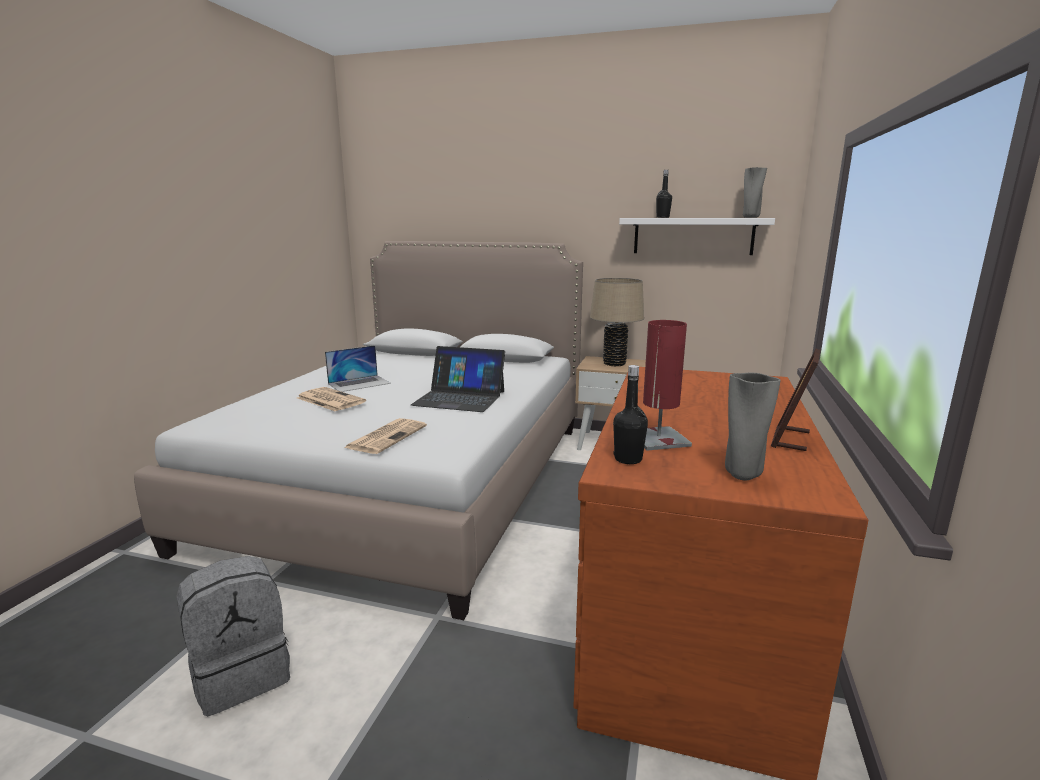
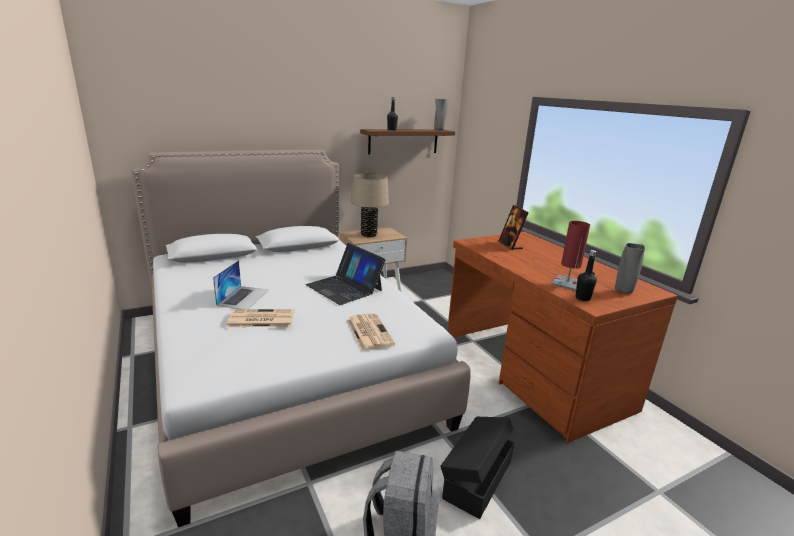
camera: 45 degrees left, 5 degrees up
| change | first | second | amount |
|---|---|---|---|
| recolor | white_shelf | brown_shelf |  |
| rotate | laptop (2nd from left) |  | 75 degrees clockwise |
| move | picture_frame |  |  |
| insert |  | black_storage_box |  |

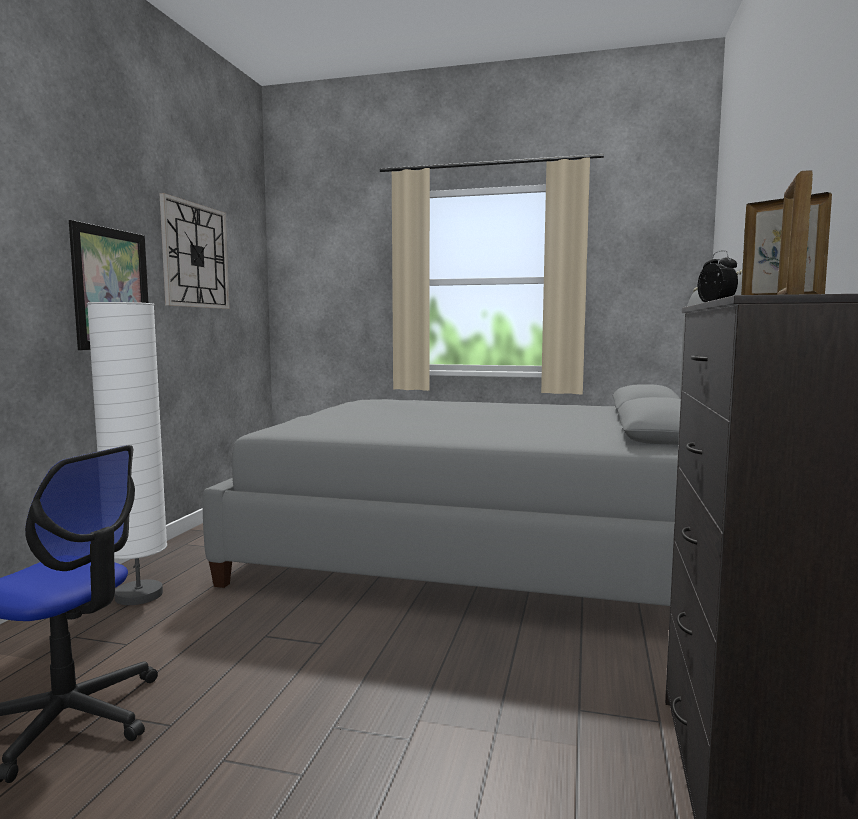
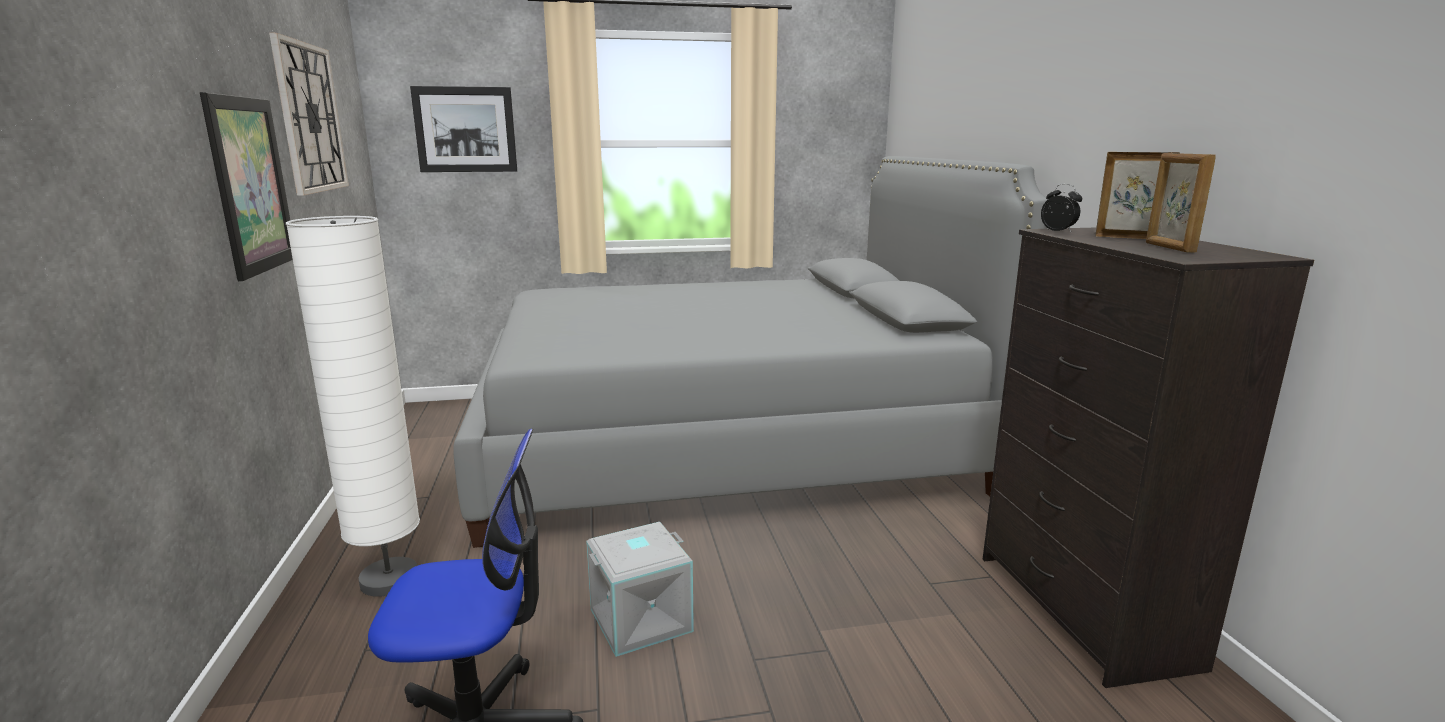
camera: 25 degrees left, 10 degrees up
| change | first | second | amount |
|---|---|---|---|
| insert |  | picture (2nd from left) |  |
| insert |  | grey_storage_box |  |

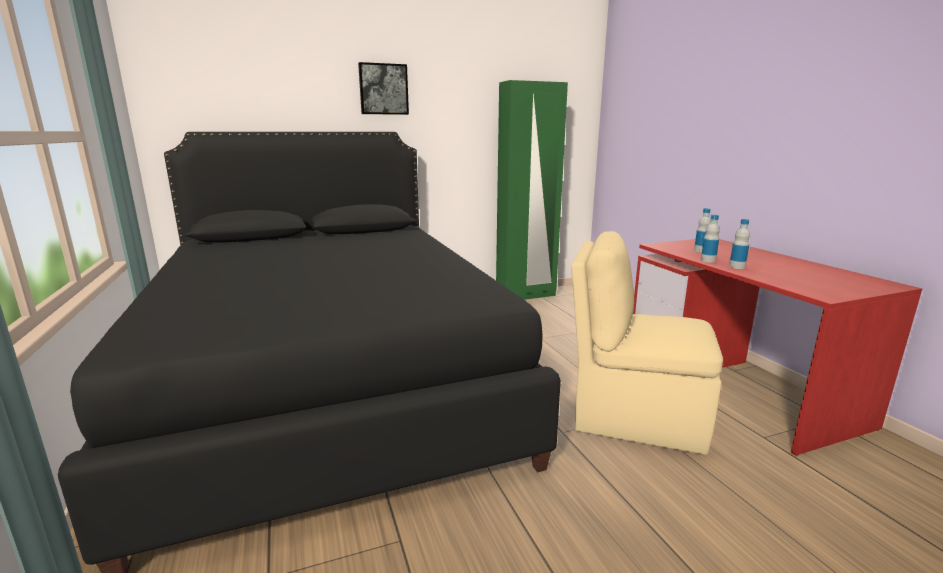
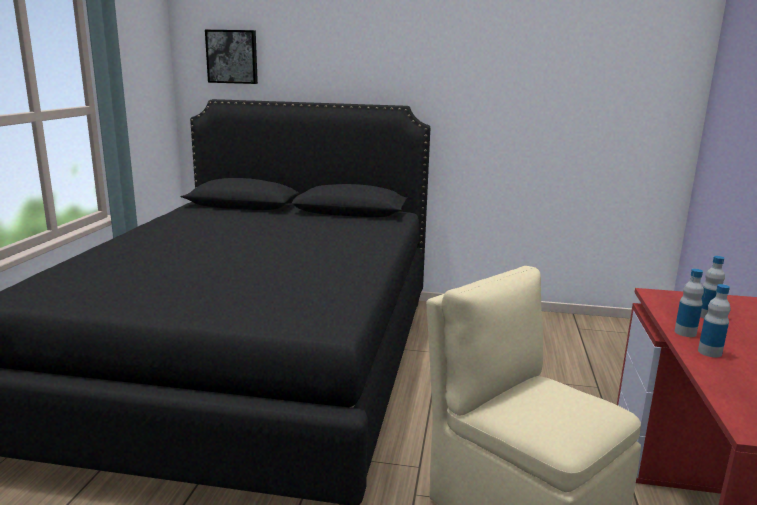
camera: 30 degrees right, 0 degrees up
| change | first | second | amount |
|---|---|---|---|
| move | picture |  |  |
| delete | green_wardrobe |  |  |

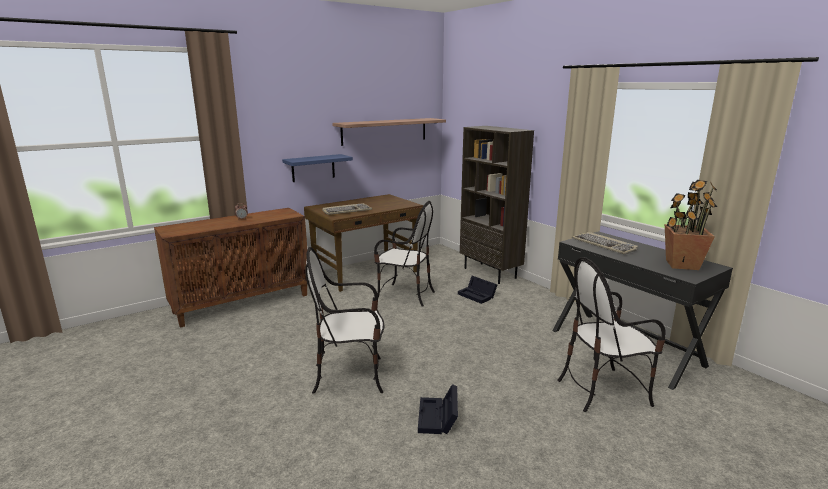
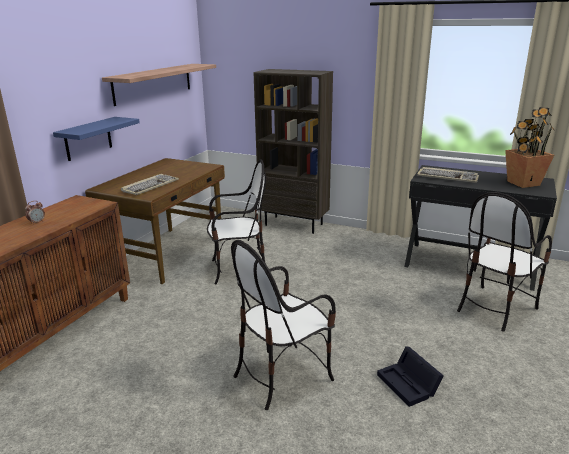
camera: 30 degrees left, 5 degrees up
| change | first | second | amount |
|---|---|---|---|
| delete | black_storage_box (2nd from left) |  |  |

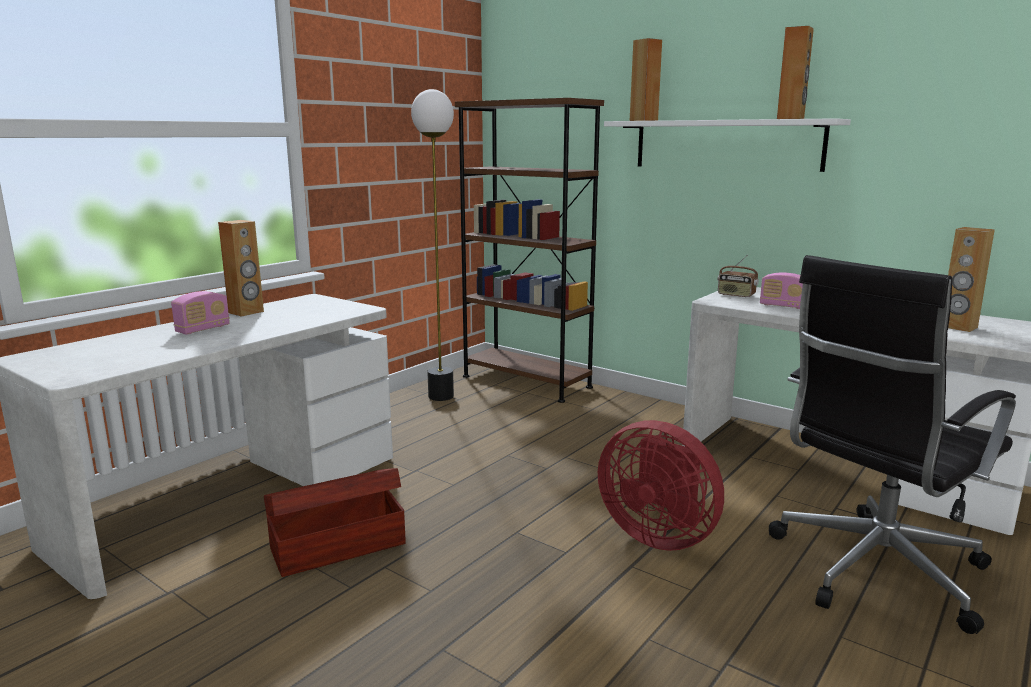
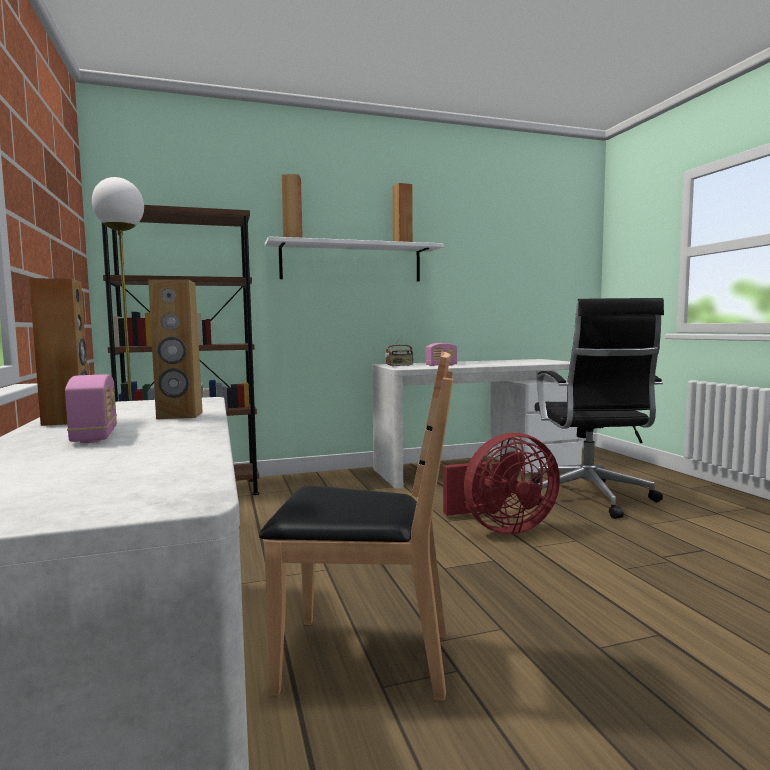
camera: 55 degrees left, 10 degrees down
| change | first | second | amount |
|---|---|---|---|
| move | brown_speaker (4th from left in the first image) | brown_speaker (2nd from left) |  |
| replace | brown_storage_box | brown_chair |  |

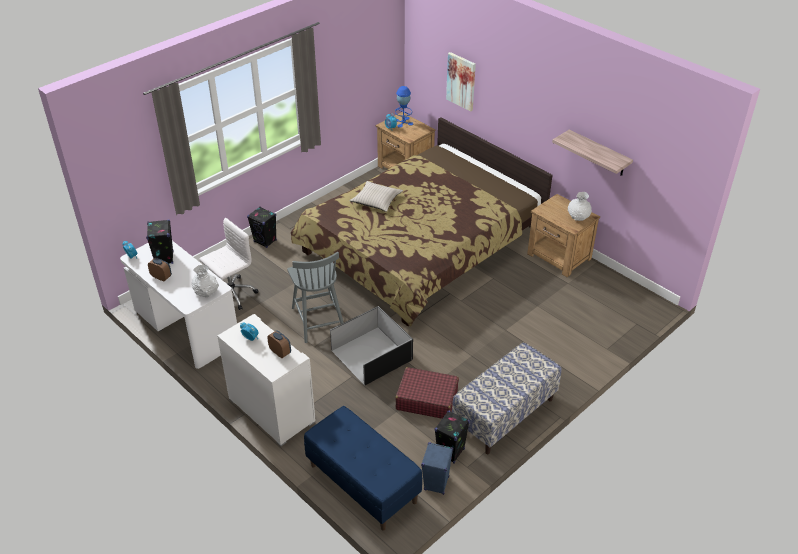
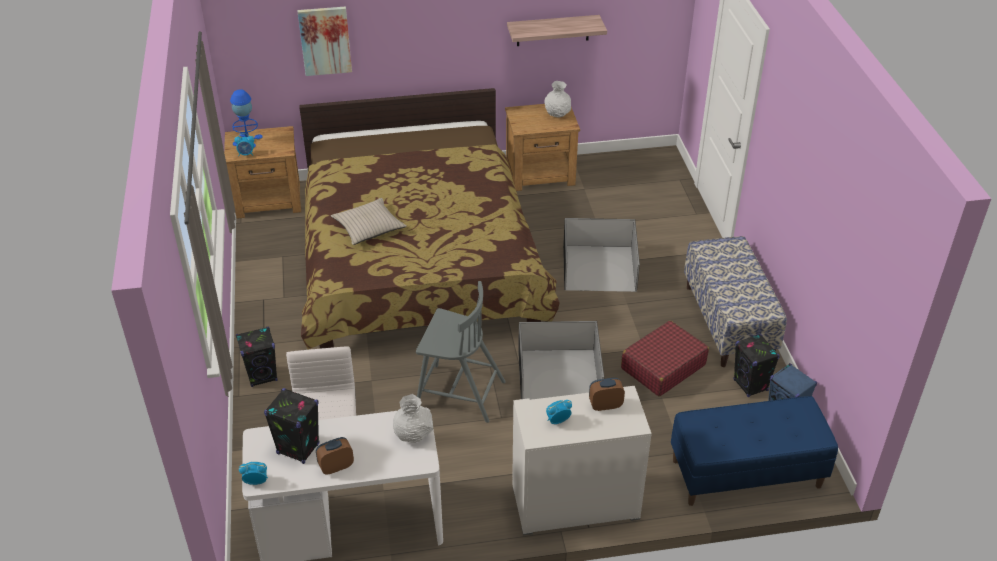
camera: 55 degrees left, 0 degrees up
| change | first | second | amount |
|---|---|---|---|
| insert |  | black_storage_box (2nd from left) |  |

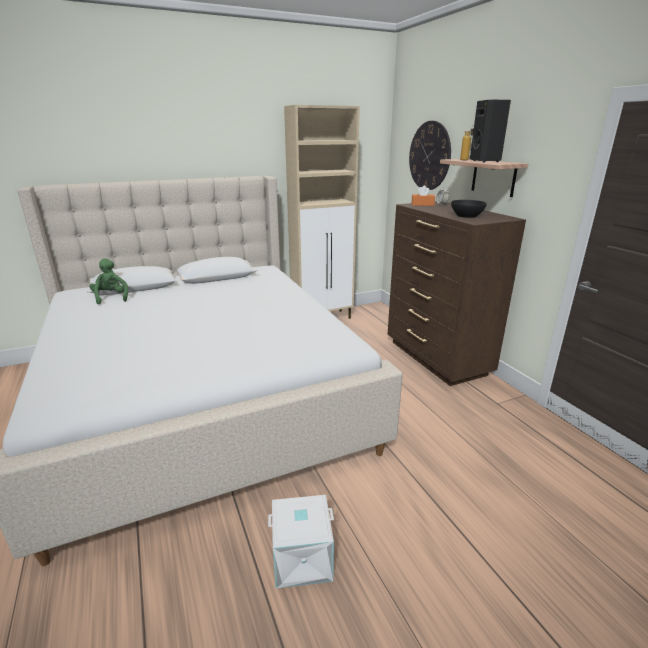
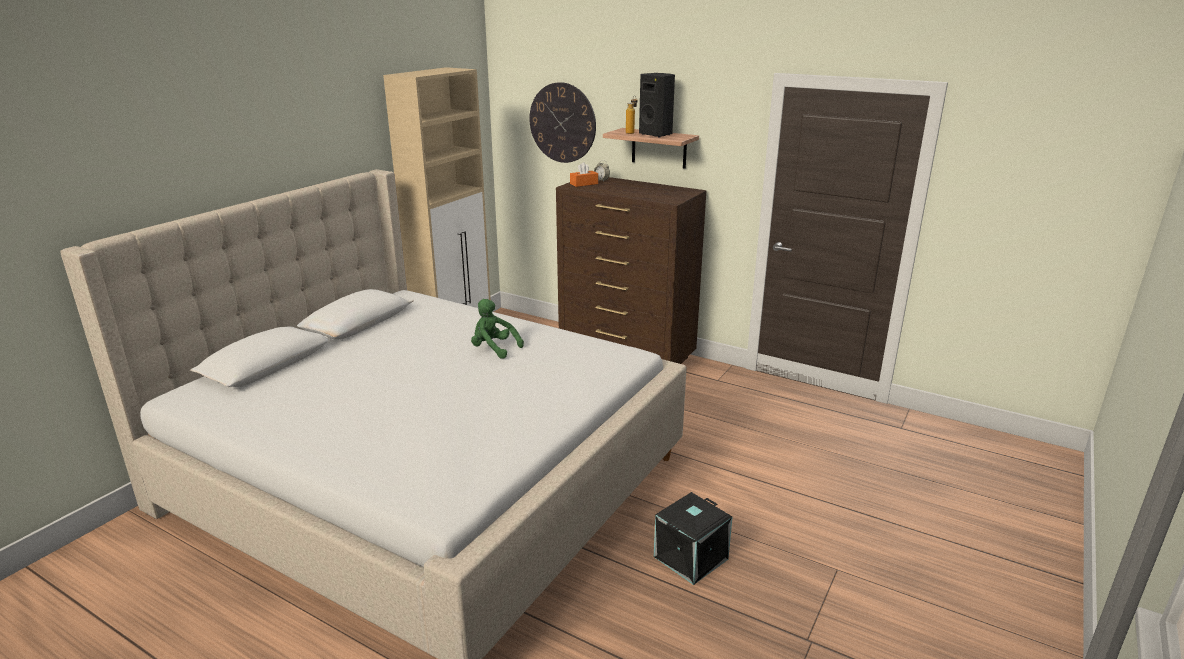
camera: 35 degrees left, 0 degrees up
| change | first | second | amount |
|---|---|---|---|
| delete | black_bowl |  |  |
| move | green_plush_toy |  |  |
| recolor | white_storage_box | black_storage_box |  |

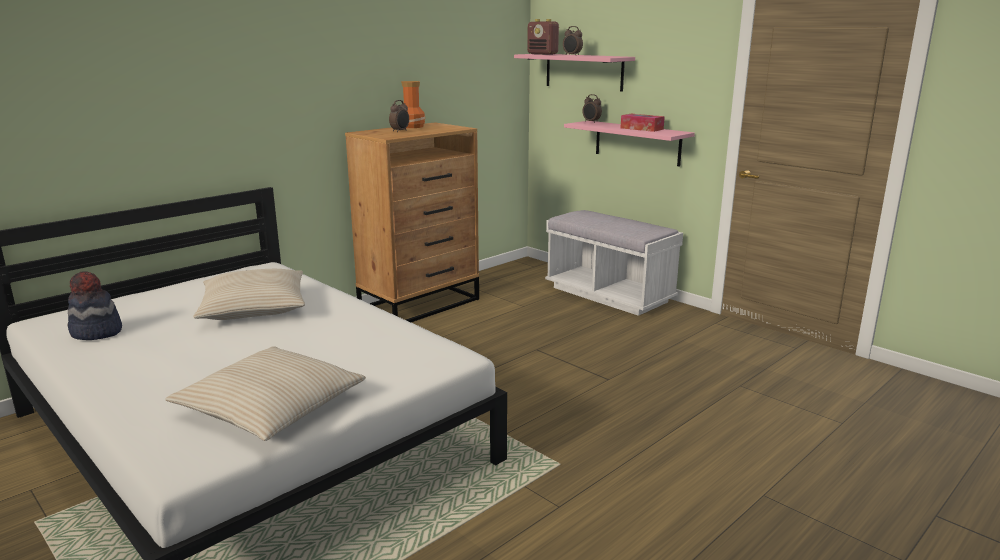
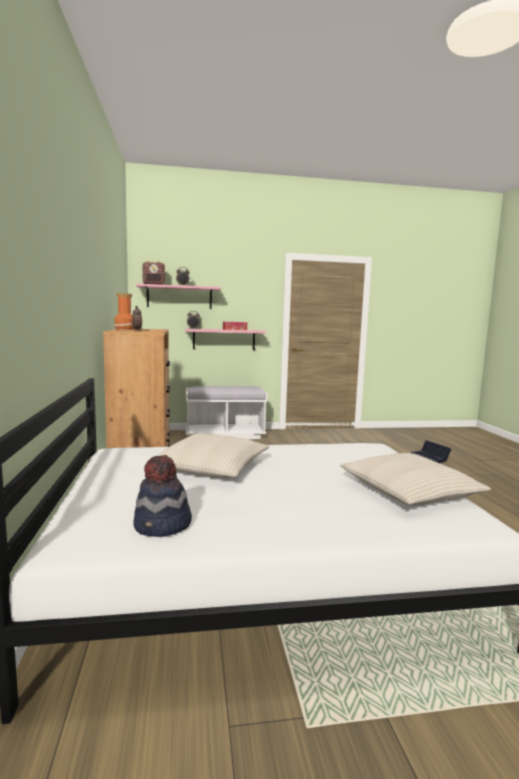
camera: 55 degrees left, 10 degrees down
| change | first | second | amount |
|---|---|---|---|
| insert |  | black_storage_box |  |

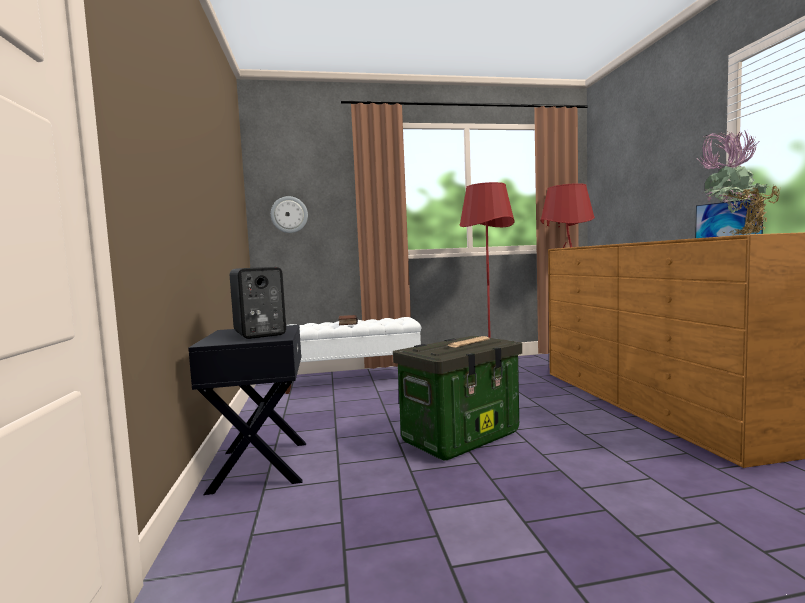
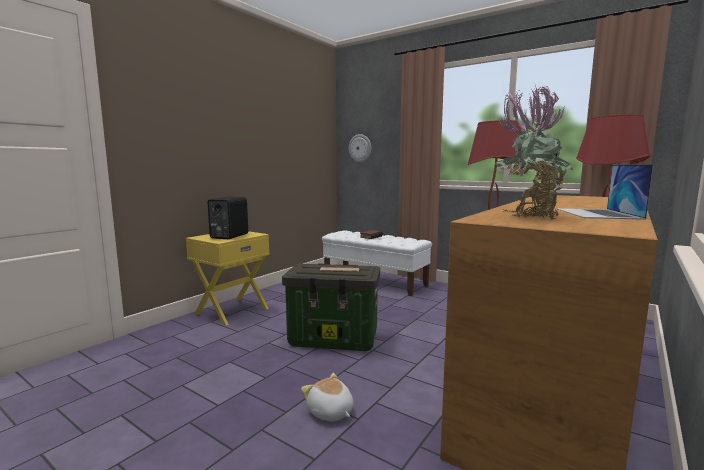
camera: 45 degrees right, 5 degrees up
| change | first | second | amount |
|---|---|---|---|
| recolor | black_nightstand | yellow_nightstand |  |
| insert |  | plush_toy |  |

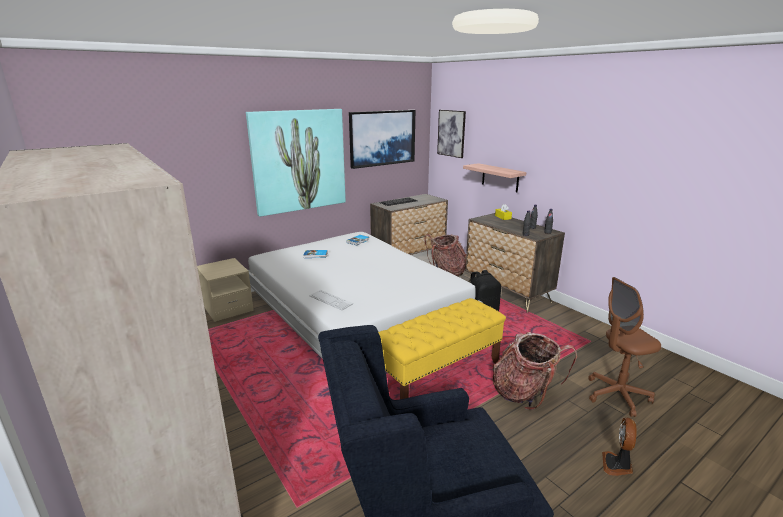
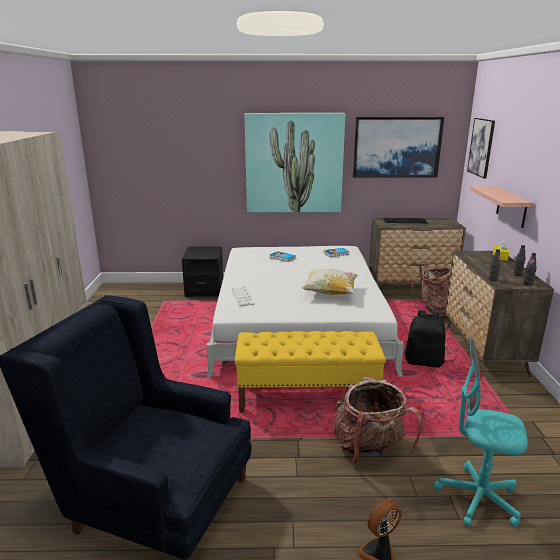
camera: 35 degrees right, 0 degrees up
| change | first | second | amount |
|---|---|---|---|
| recolor | beige_nightstand | black_nightstand |  |
| recolor | brown_office_chair | turquoise_office_chair |  |
| insert |  | pillow |  |

